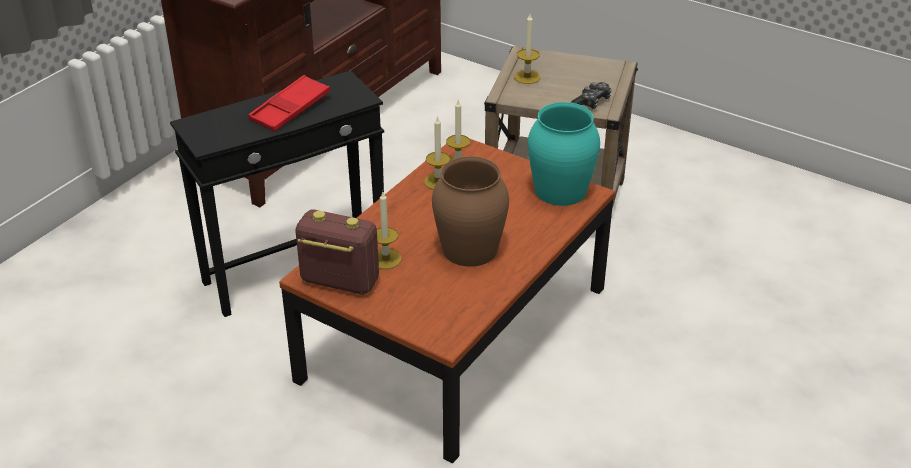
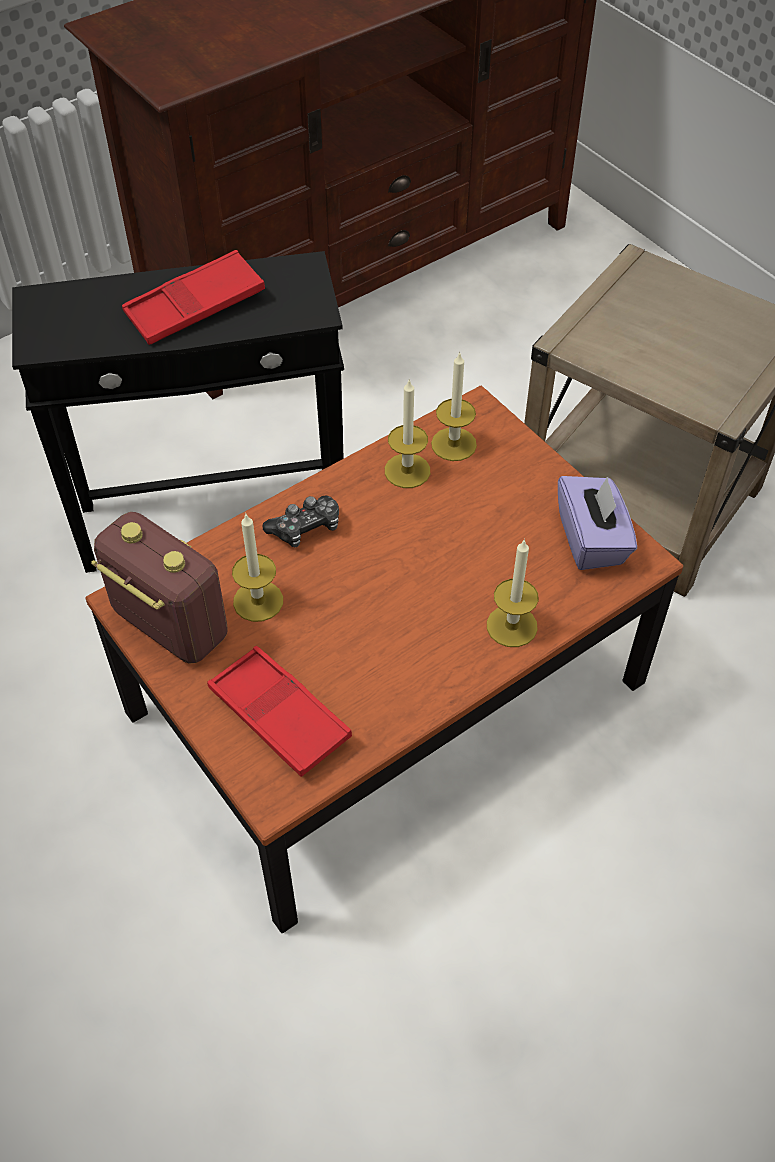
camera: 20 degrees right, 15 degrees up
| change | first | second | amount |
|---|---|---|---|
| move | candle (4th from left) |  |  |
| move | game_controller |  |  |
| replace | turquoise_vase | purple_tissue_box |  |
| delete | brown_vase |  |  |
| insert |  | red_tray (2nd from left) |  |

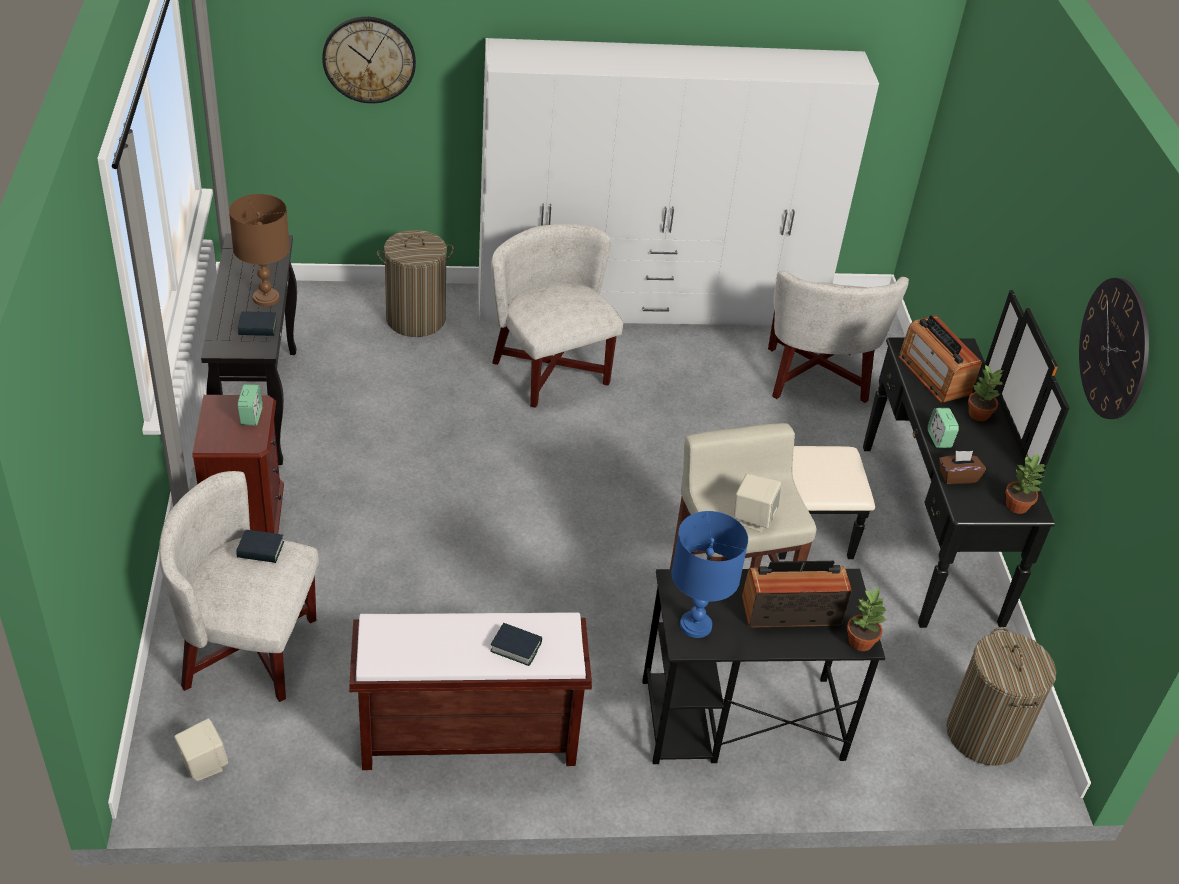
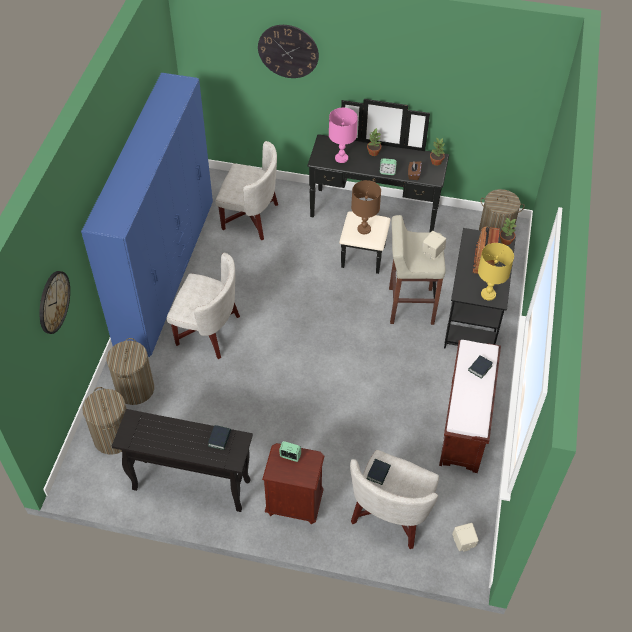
camera: 70 degrees left, 10 degrees up
| change | first | second | amount |
|---|---|---|---|
| recolor | white_wardrobe | blue_wardrobe |  |
| move | brown_table_lamp |  |  |
| rotate | white_armchair (2nd from left in the first image) | white_armchair (1st from left) | 150 degrees counterclockwise |
| move | wall_clock (2nd from left) |  |  |
| replace | radio (2nd from left) | pink_table_lamp |  |
| recolor | blue_table_lamp | yellow_table_lamp |  |
| insert |  | laundry_basket (1st from left) |  |

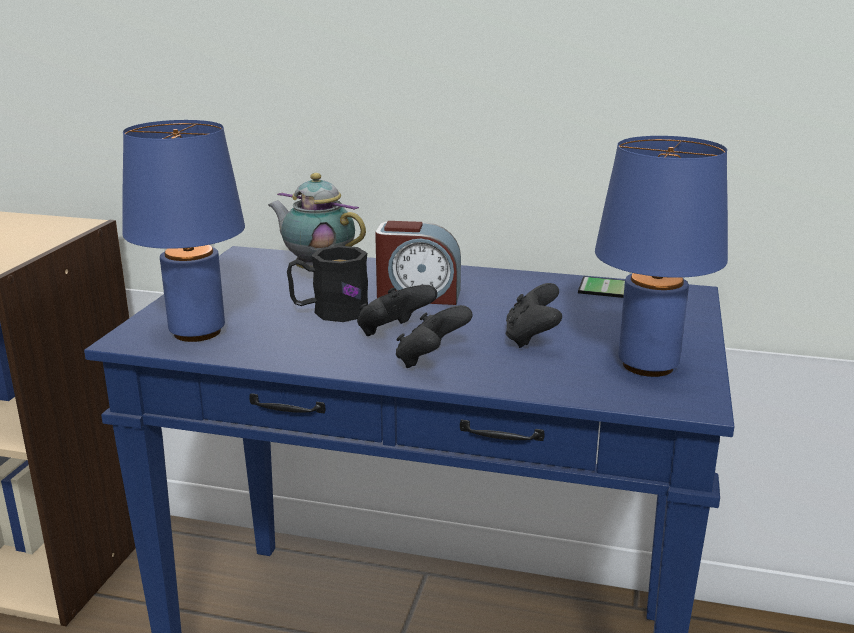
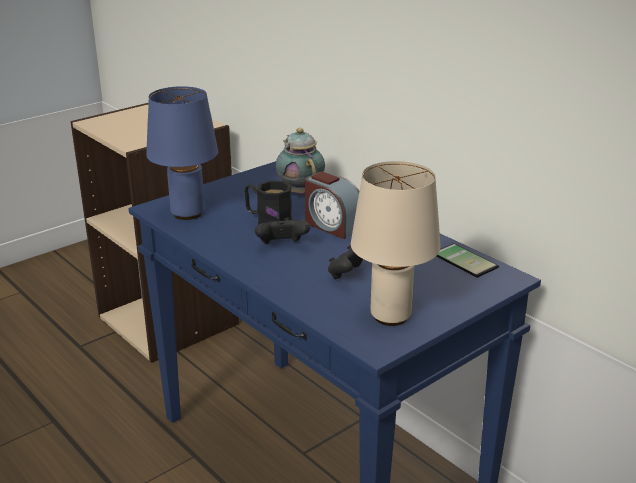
camera: 35 degrees right, 5 degrees up
| change | first | second | amount |
|---|---|---|---|
| recolor | blue_table_lamp (2nd from left) | beige_table_lamp |  |
| delete | black_game_controller (2nd from left) |  |  |

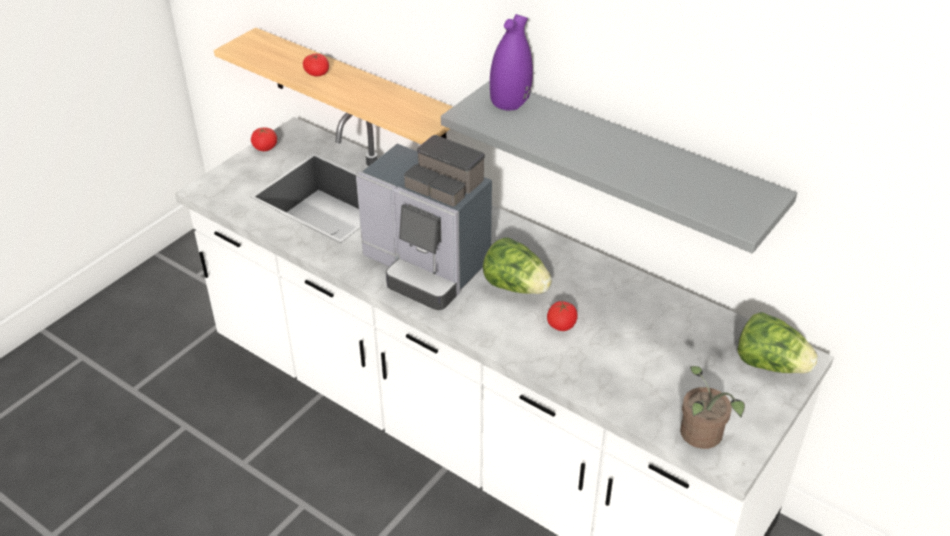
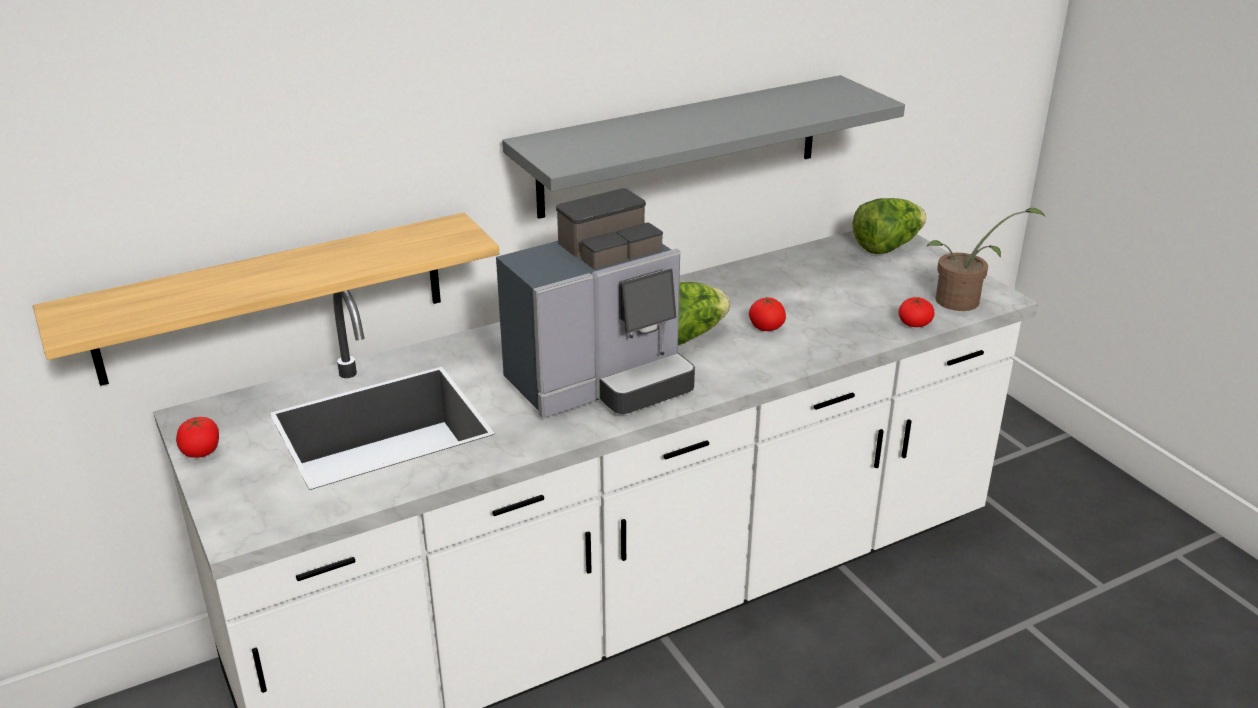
camera: 65 degrees left, 10 degrees down
| change | first | second | amount |
|---|---|---|---|
| delete | purple_vase |  |  |
| move | tomato (2nd from left in the first image) | tomato (3rd from left) |  |

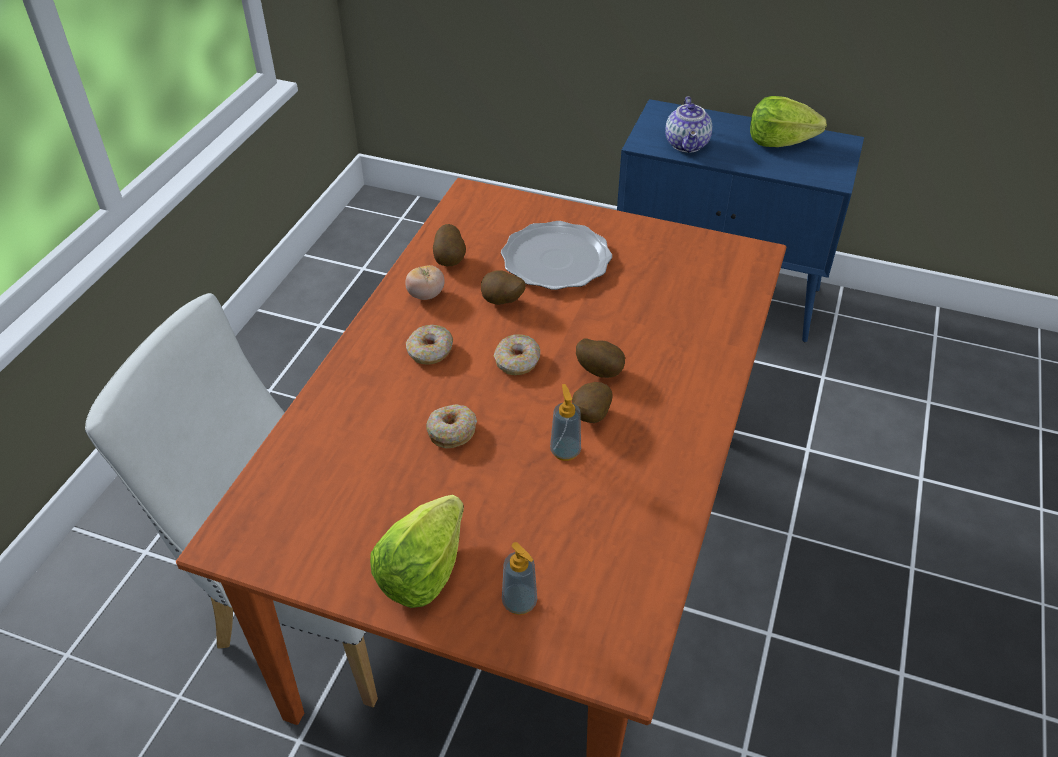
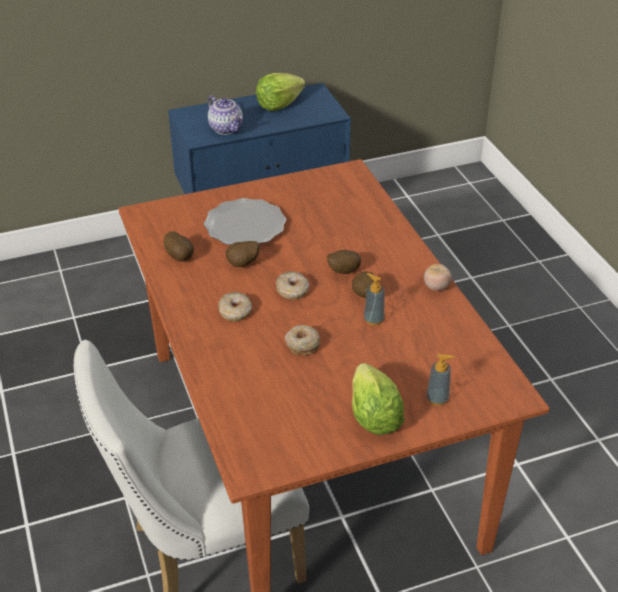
camera: 40 degrees left, 5 degrees down
| change | first | second | amount |
|---|---|---|---|
| move | tomato |  |  |

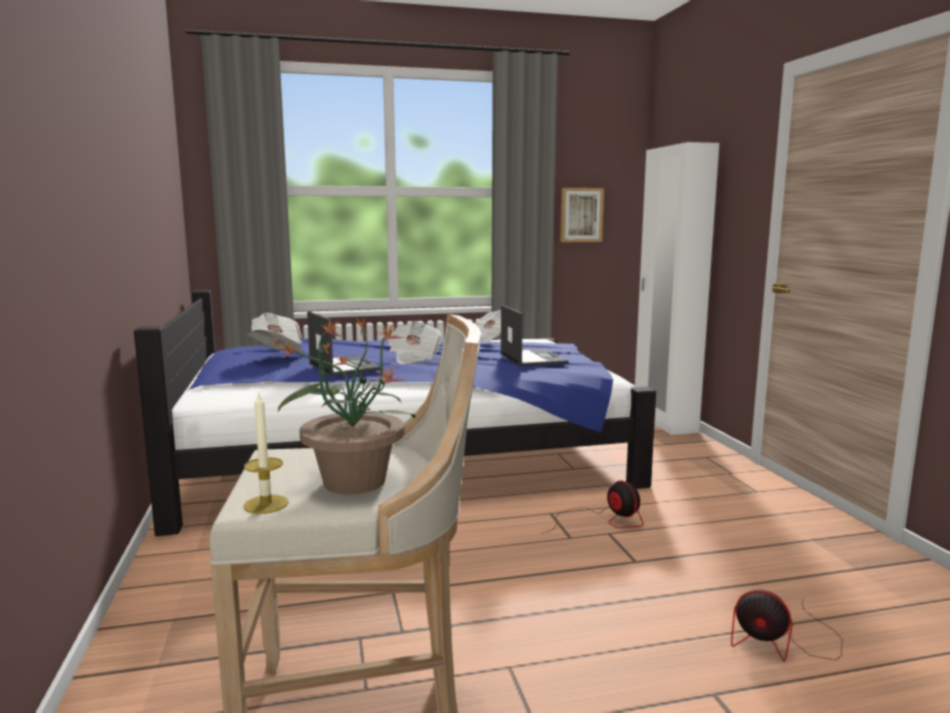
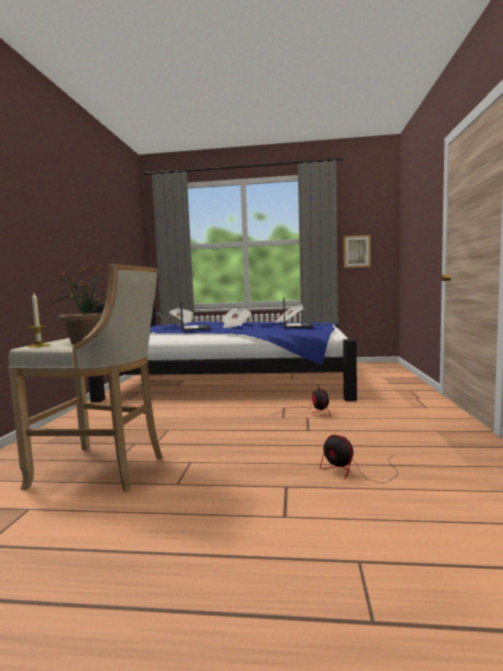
camera: 20 degrees right, 5 degrees down
| change | first | second | amount |
|---|---|---|---|
| delete | white_wardrobe |  |  |

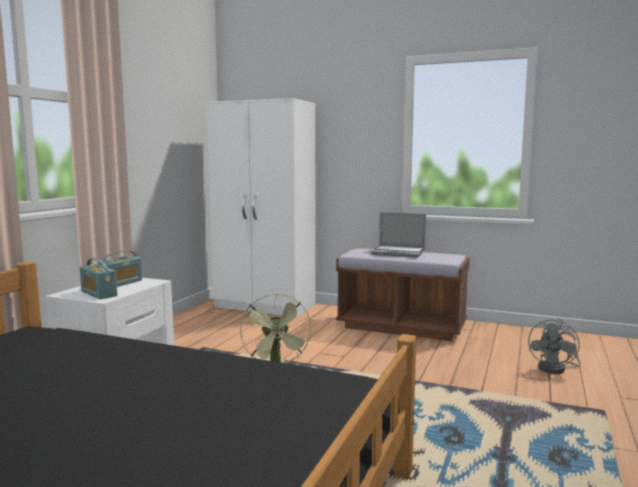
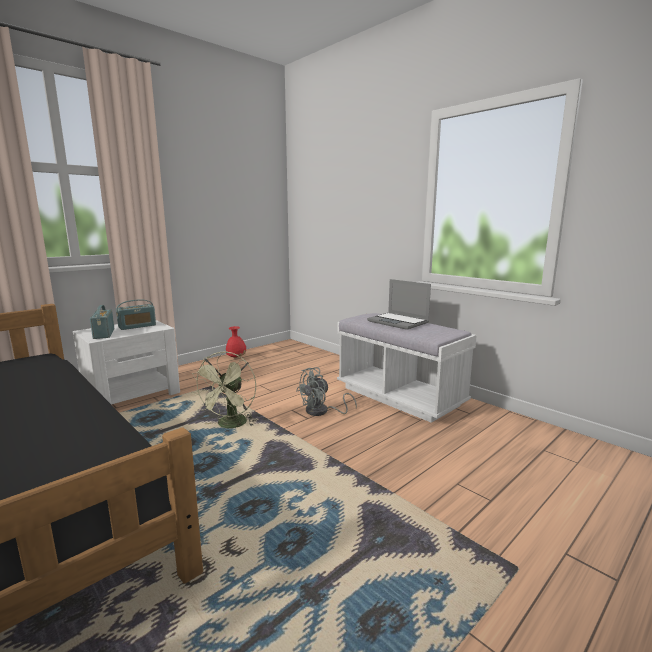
camera: 25 degrees right, 5 degrees up
| change | first | second | amount |
|---|---|---|---|
| delete | white_wardrobe |  |  |
| recolor | brown_bench | white_bench |  |
| move | grey_fan |  |  |
| insert |  | red_vase |  |

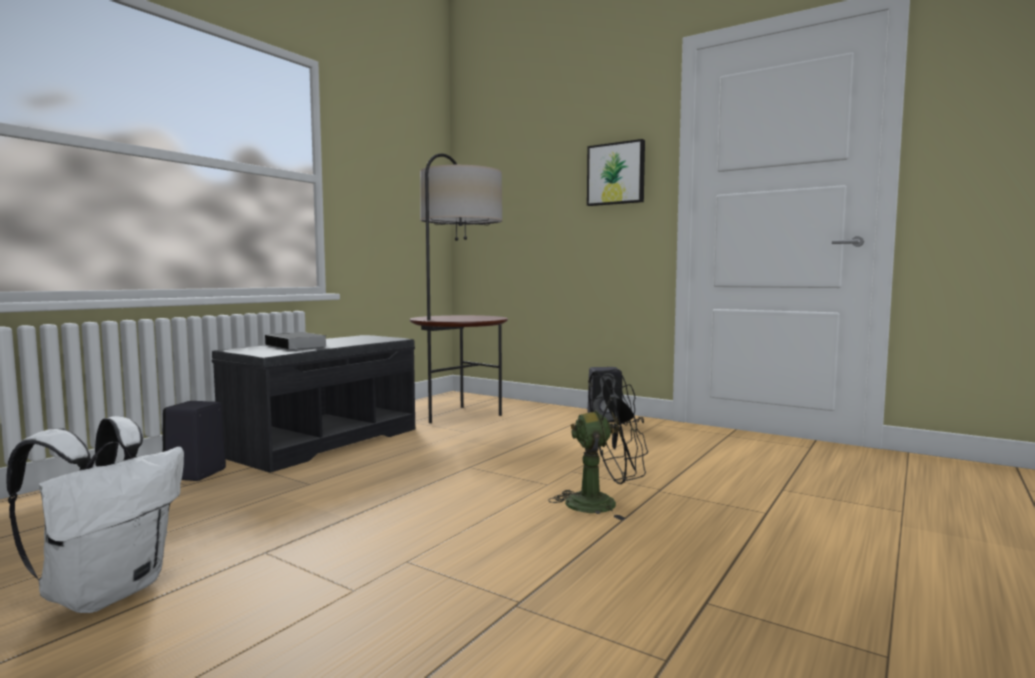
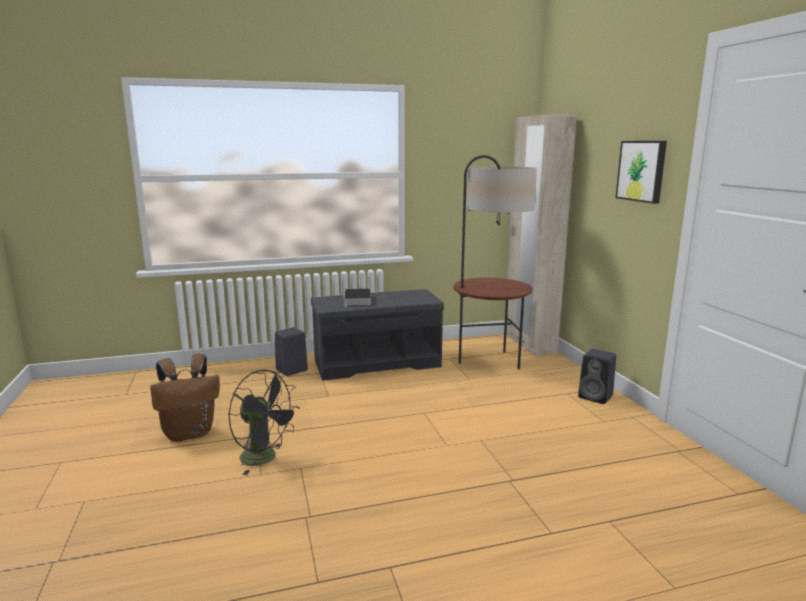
camera: 40 degrees right, 10 degrees up
| change | first | second | amount |
|---|---|---|---|
| move | black_fan |  |  |
| recolor | white_backpack | brown_backpack |  |
| insert |  | beige_wardrobe |  |

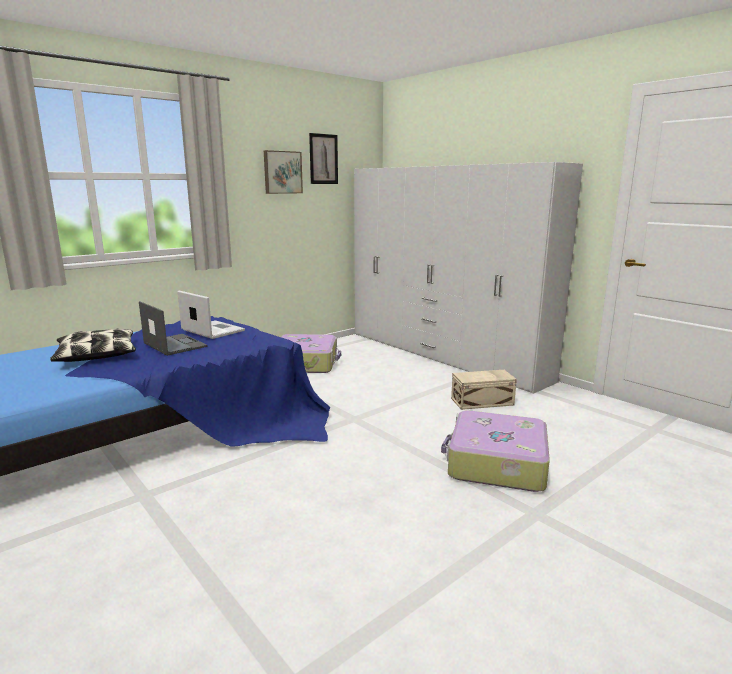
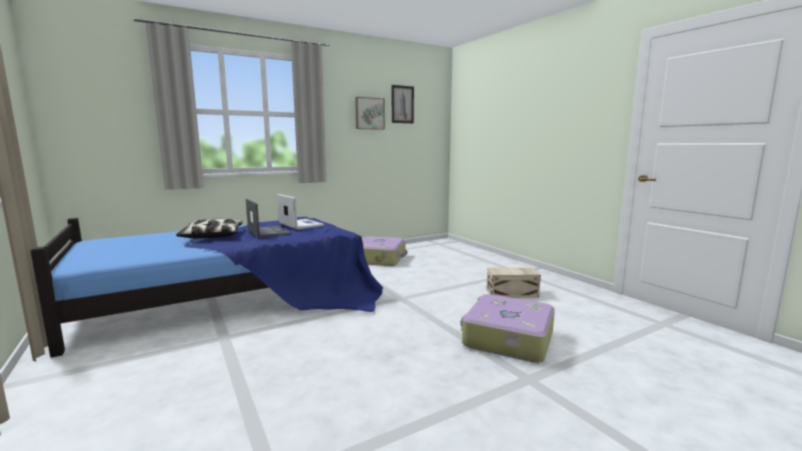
camera: 10 degrees right, 5 degrees down
| change | first | second | amount |
|---|---|---|---|
| delete | white_wardrobe |  |  |

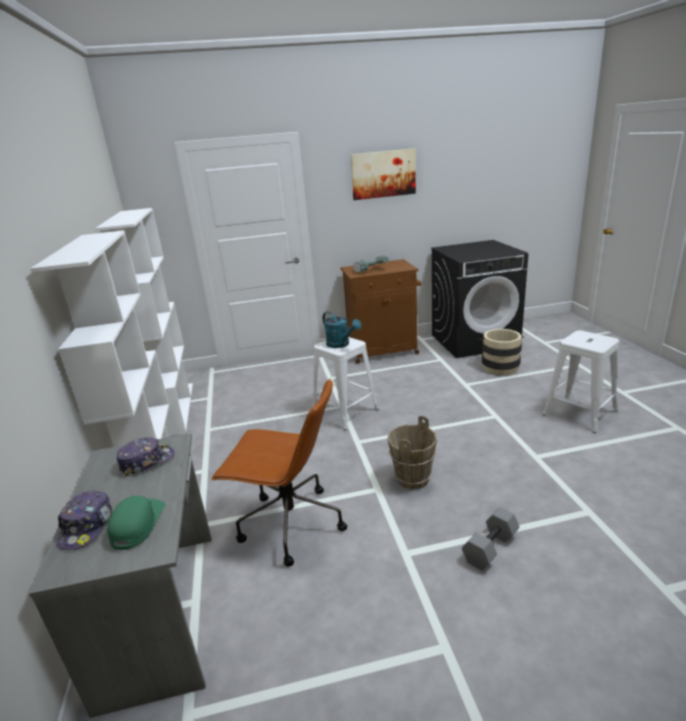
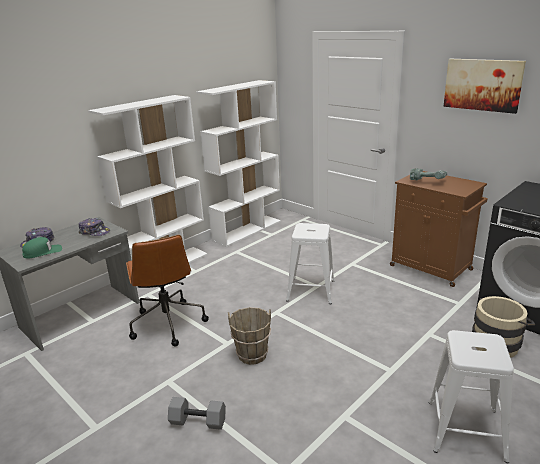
camera: 55 degrees right, 0 degrees up
| change | first | second | amount |
|---|---|---|---|
| delete | turquoise_watering_can |  |  |

